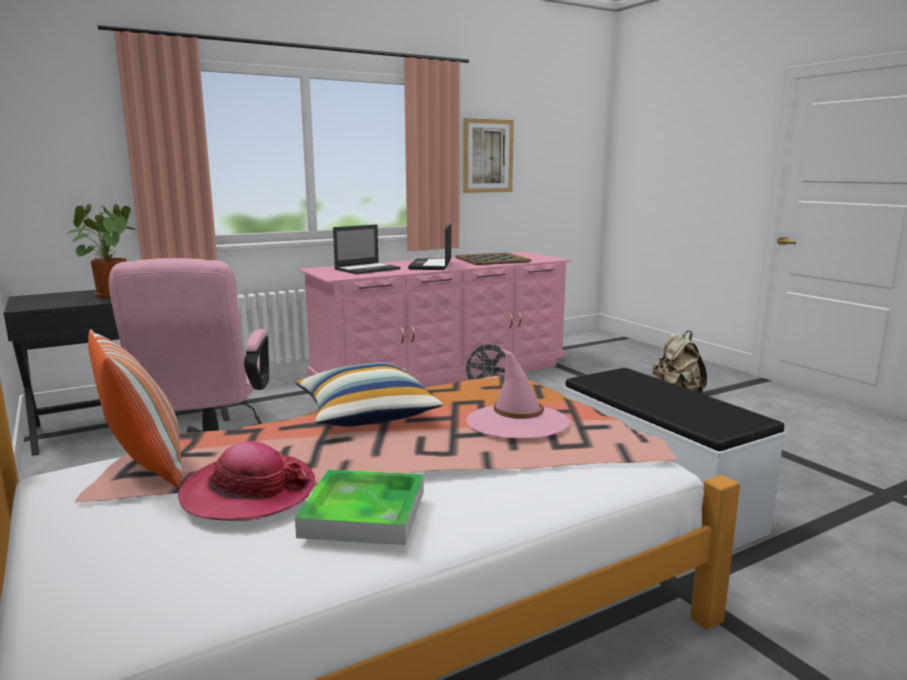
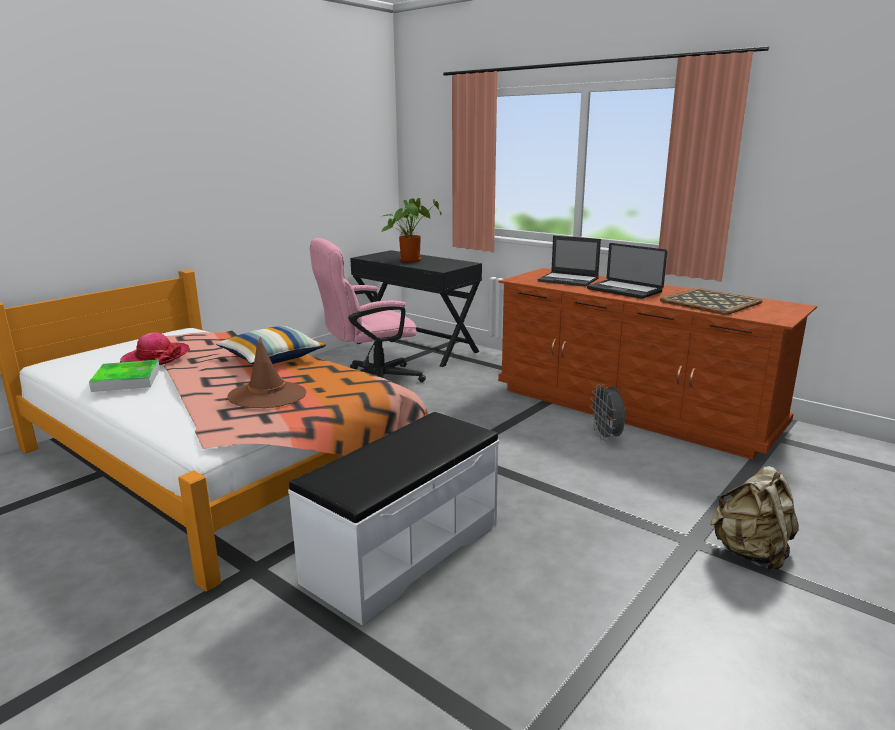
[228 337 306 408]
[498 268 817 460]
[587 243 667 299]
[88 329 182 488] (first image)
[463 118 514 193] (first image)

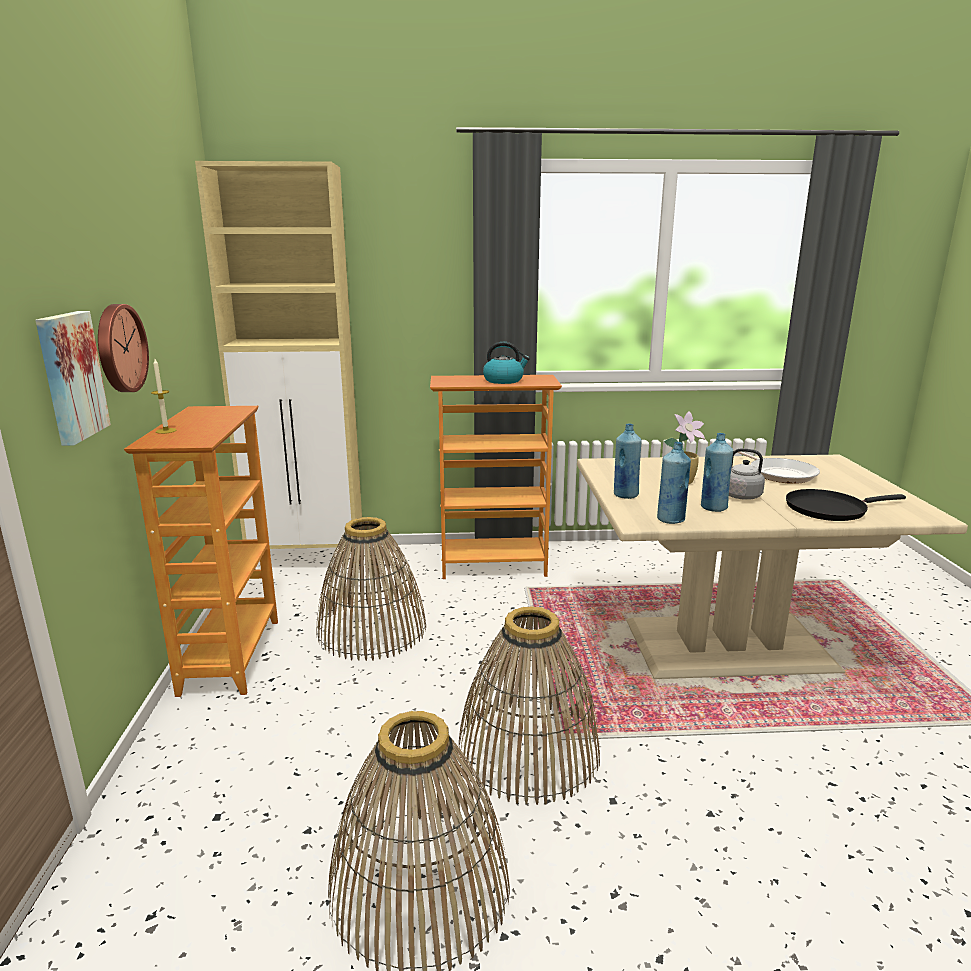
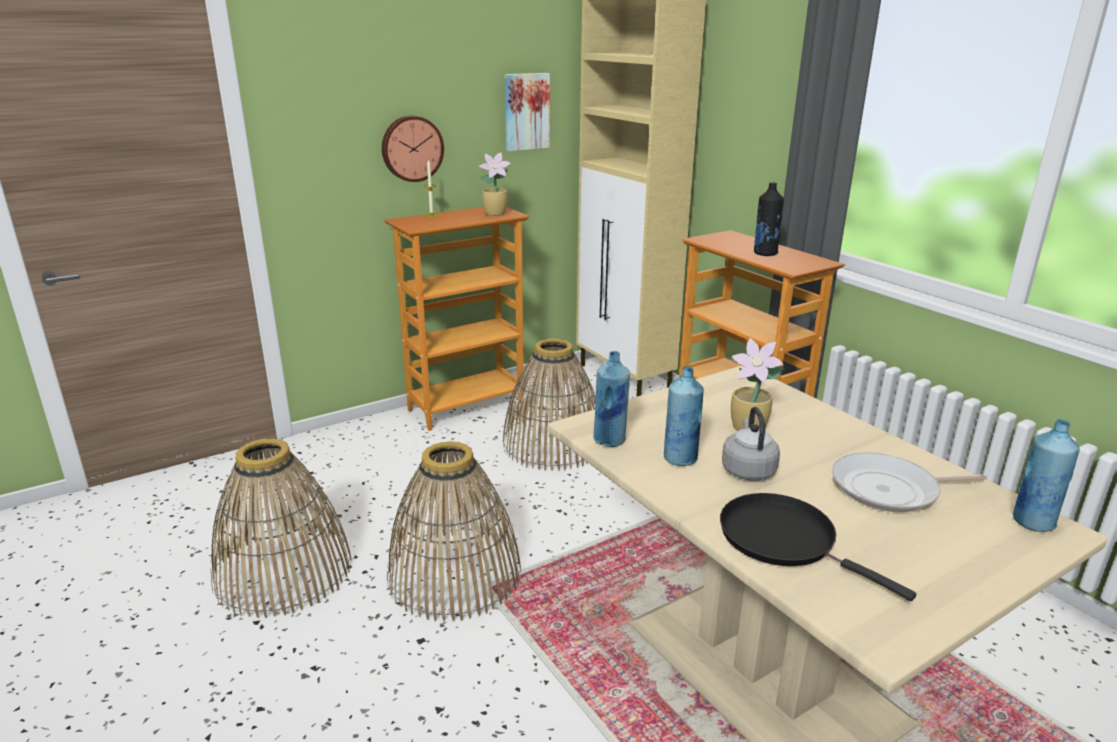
[479 153 511 216]
[505 73 550 151]
[754 182 784 256]
[832 453 987 512]
[1013 419 1080 532]

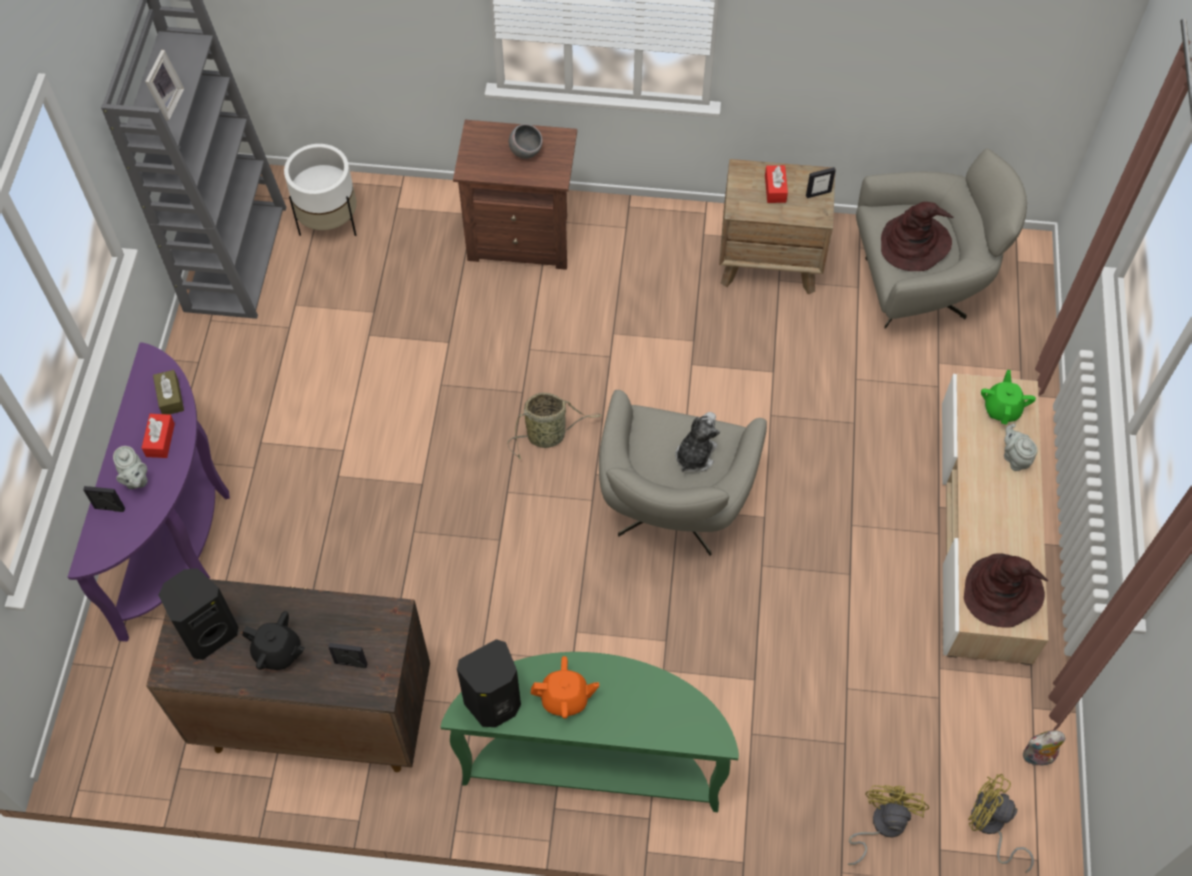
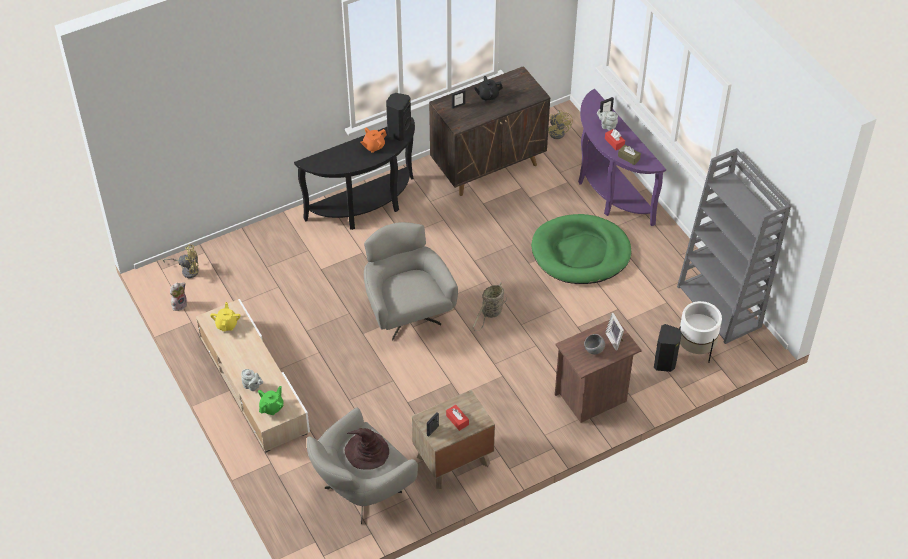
[210 302 240 331]
[258 386 284 415]
[294 117 415 230]
[531 214 632 284]
[548 110 573 139]
[605 313 624 351]
[654 324 682 372]
[675 412 720 472] (first image)

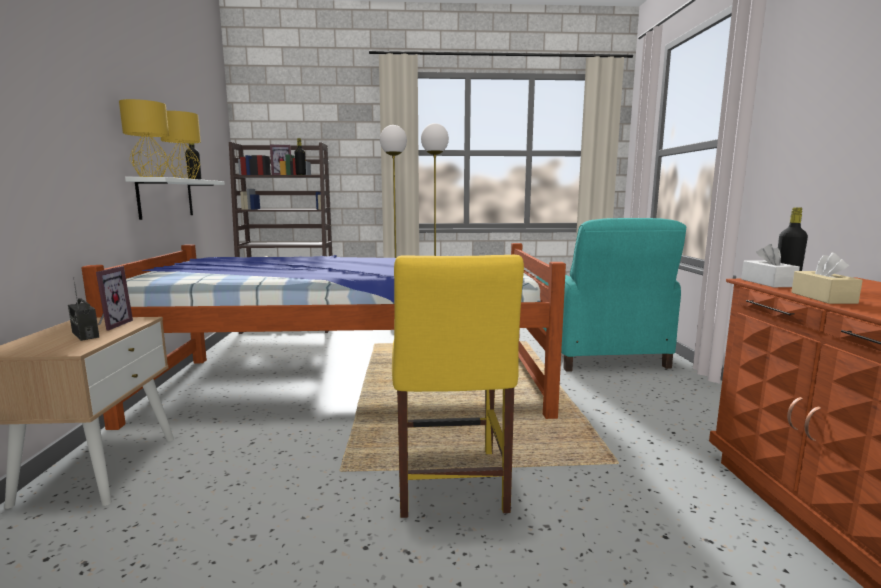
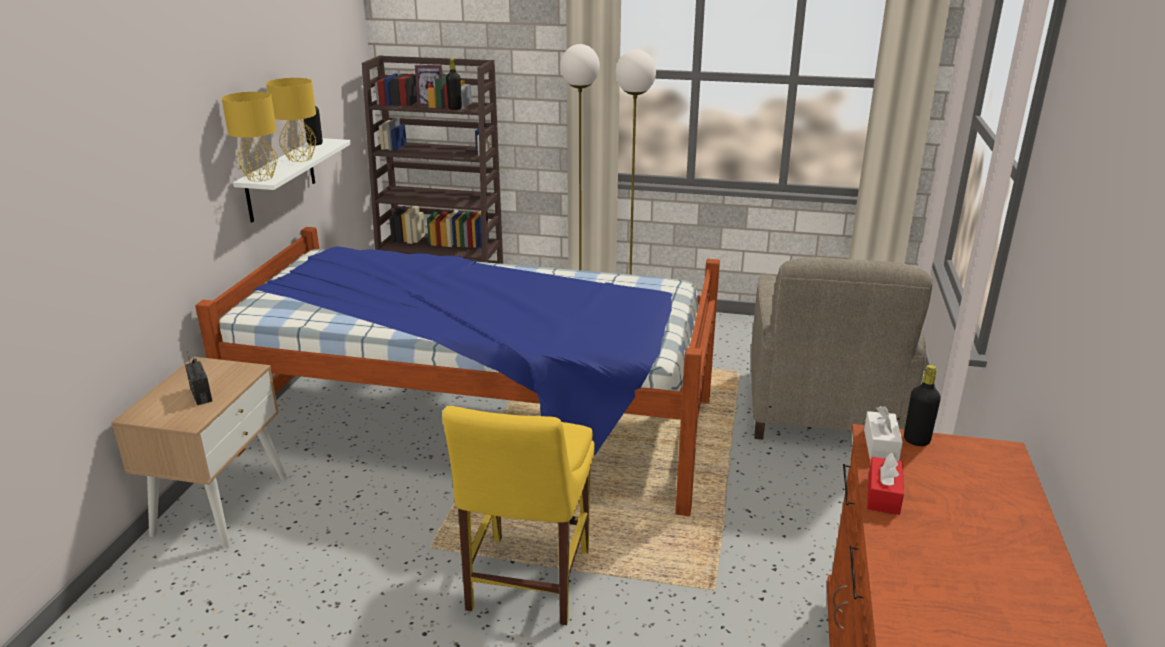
[751 257 933 440]
[867 452 904 515]
[96 266 133 331] (first image)

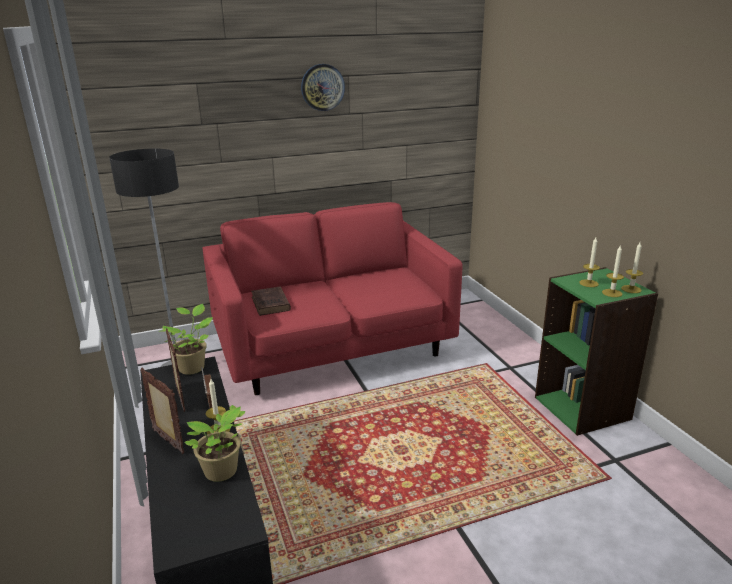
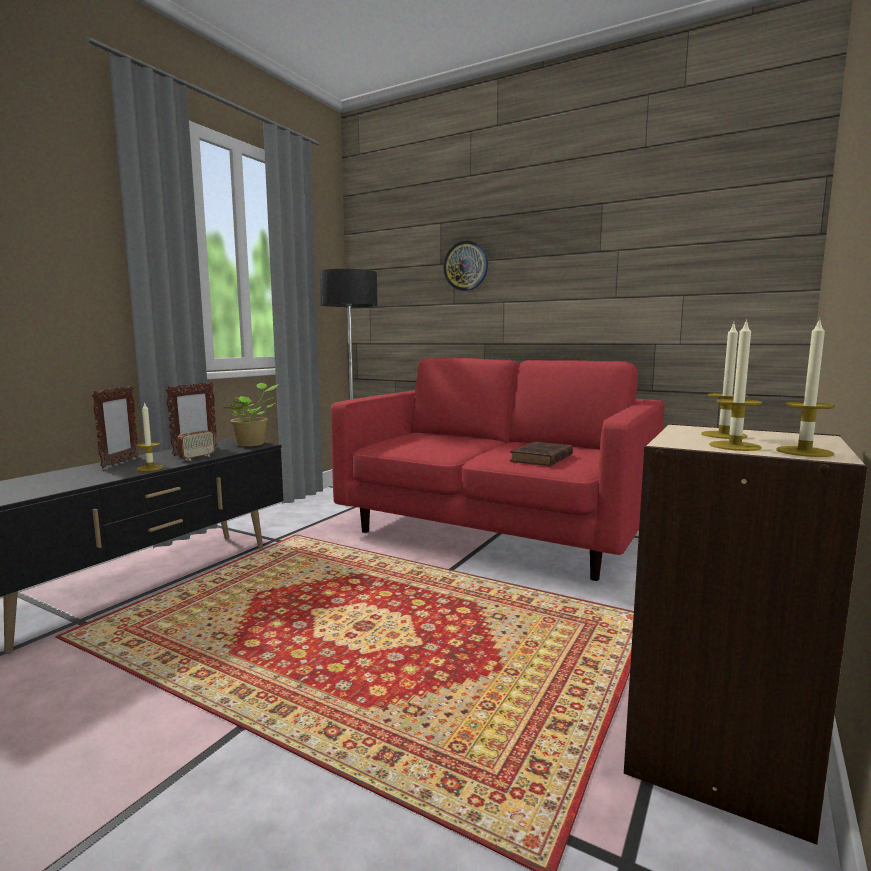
[443 240 488 291]
[510 442 573 466]
[624 423 868 845]
[184 405 246 482] (first image)

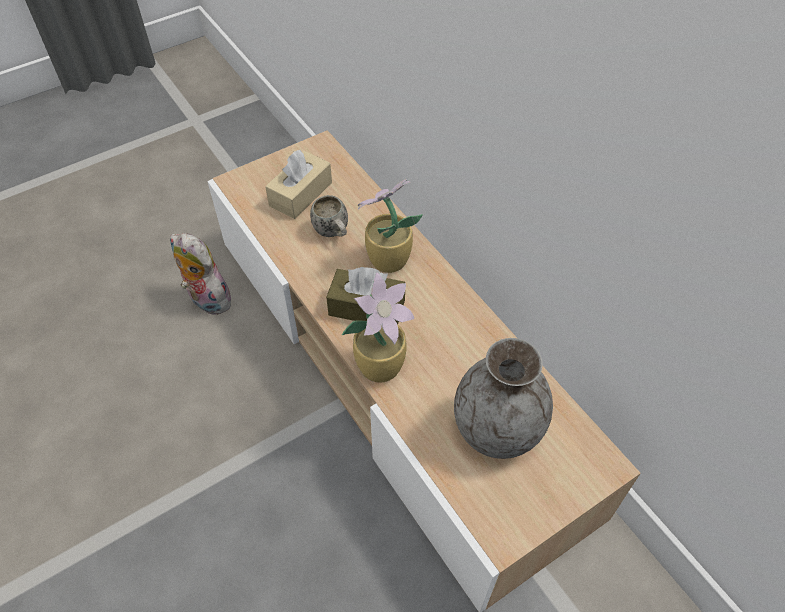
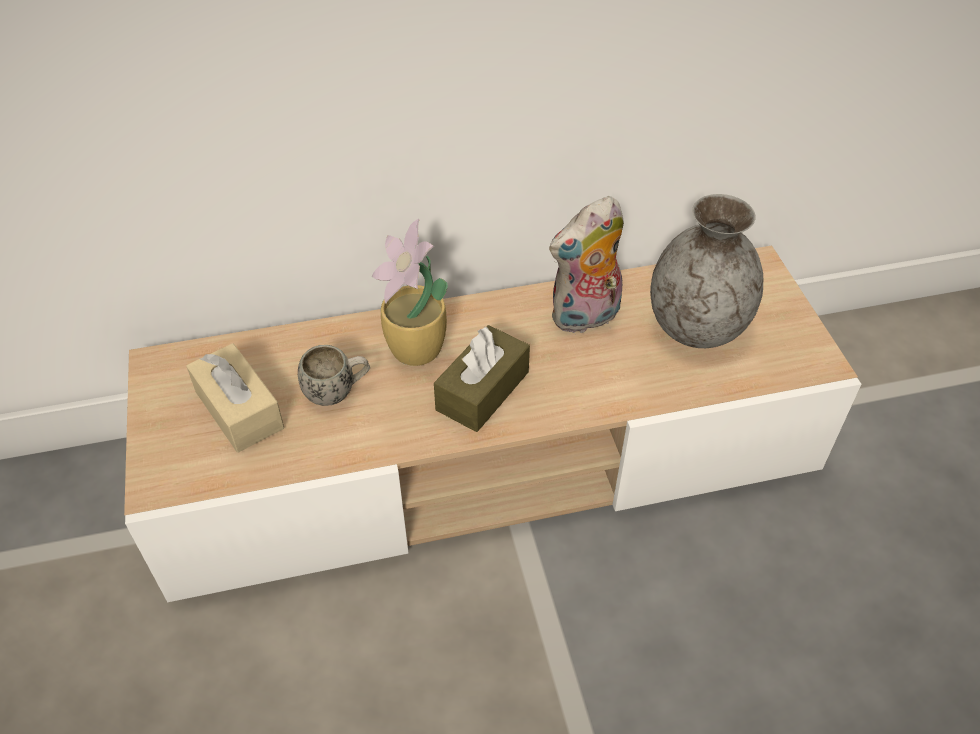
[549 196 624 335]
[342 272 415 383] (first image)

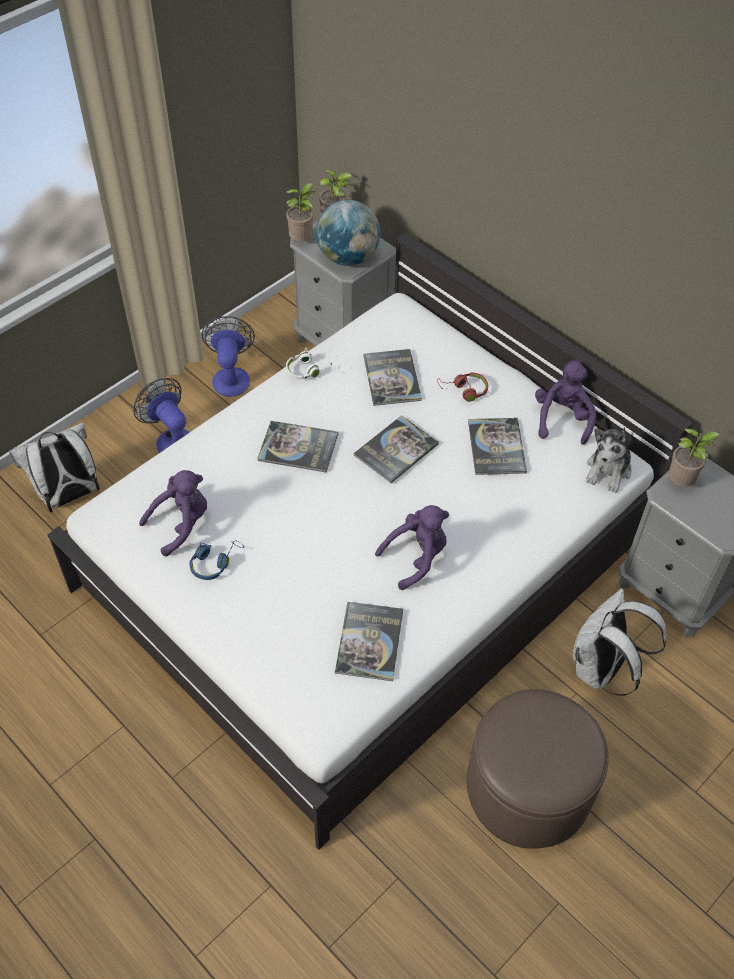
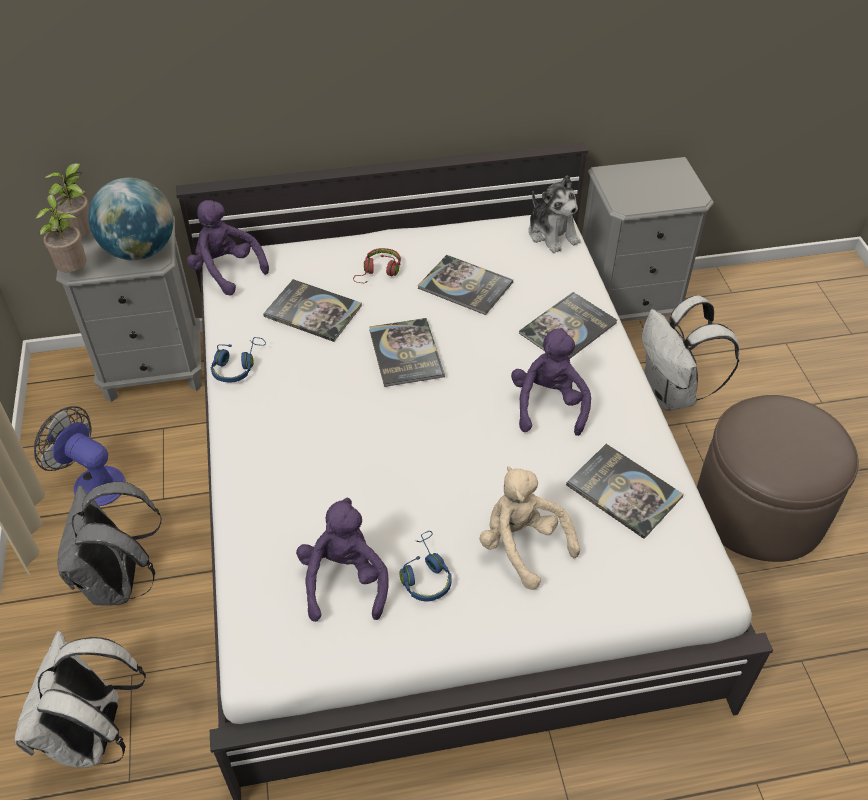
[57 481 162 606]
[187 200 269 296]
[211 337 266 383]
[480 466 580 590]
[519 292 617 359]
[668 428 720 487] (first image)

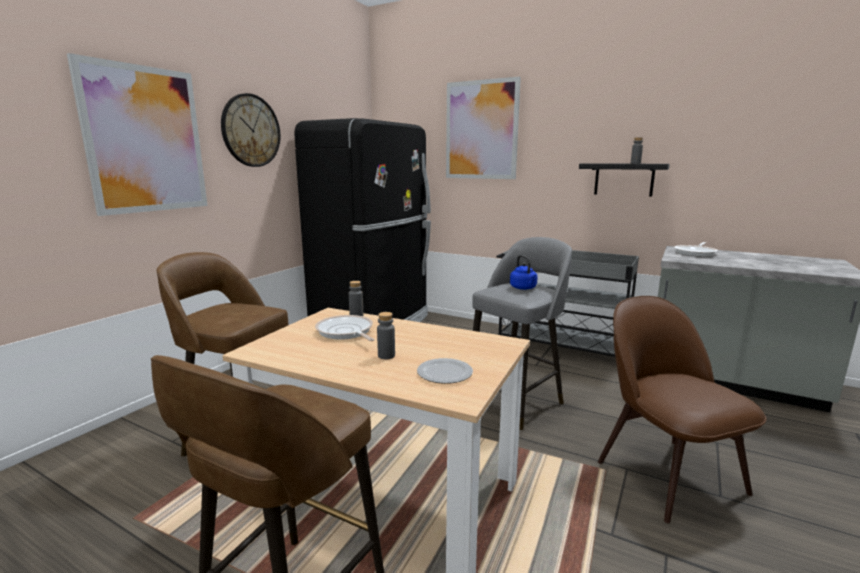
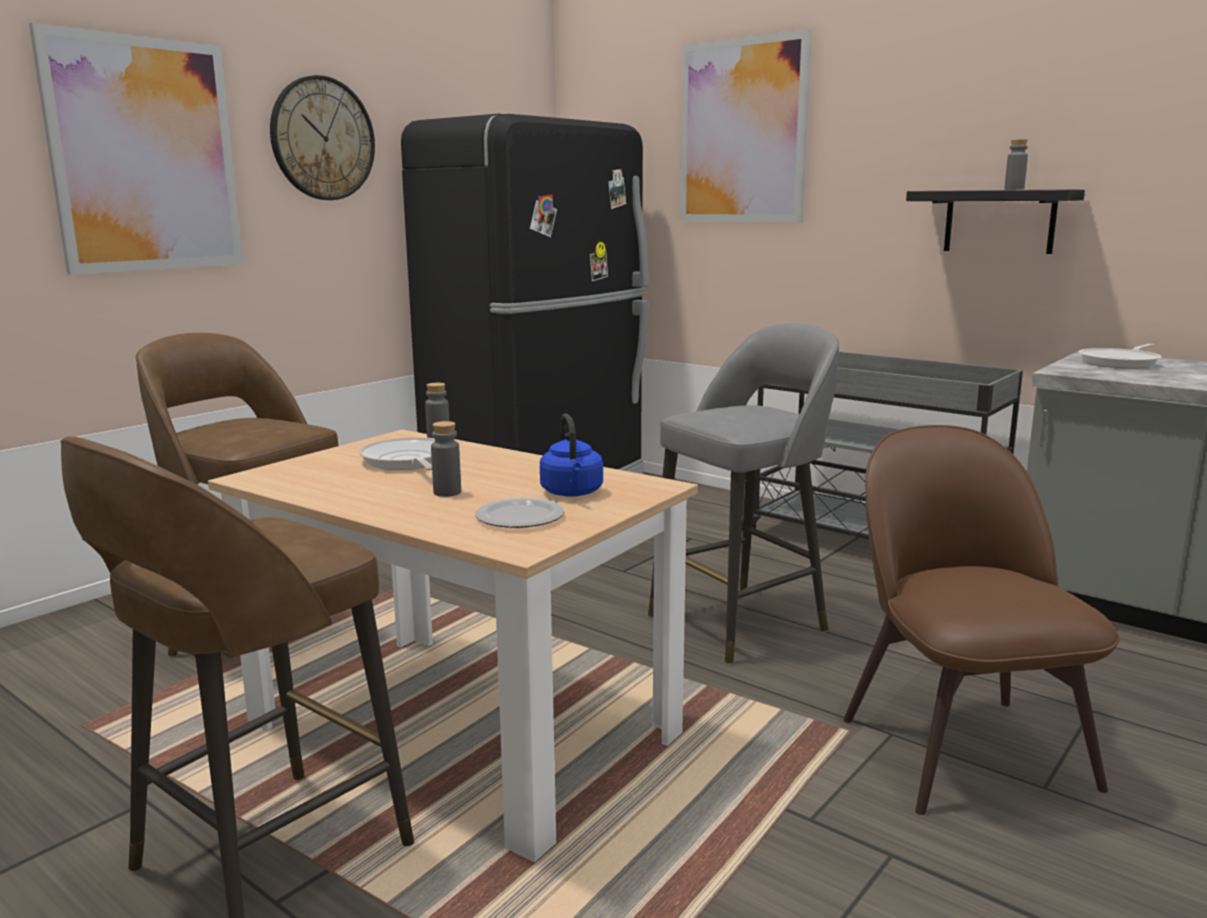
[540 413 603 497]

